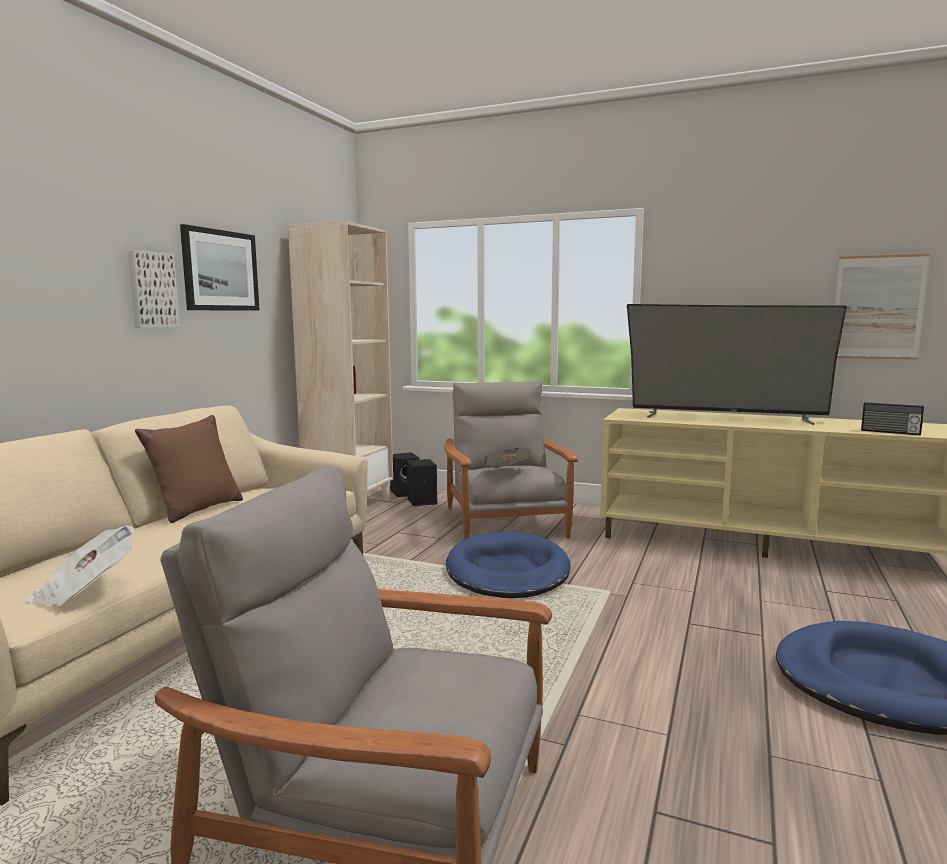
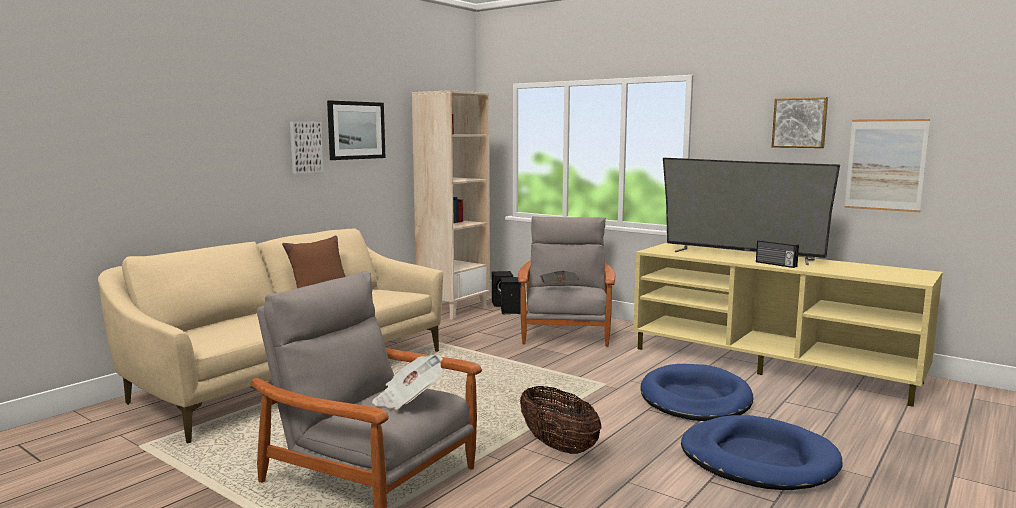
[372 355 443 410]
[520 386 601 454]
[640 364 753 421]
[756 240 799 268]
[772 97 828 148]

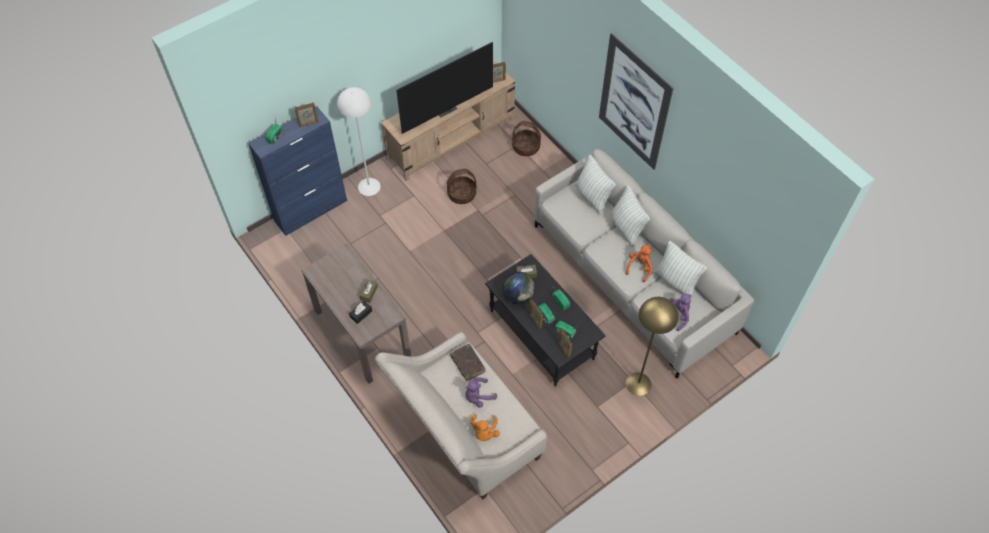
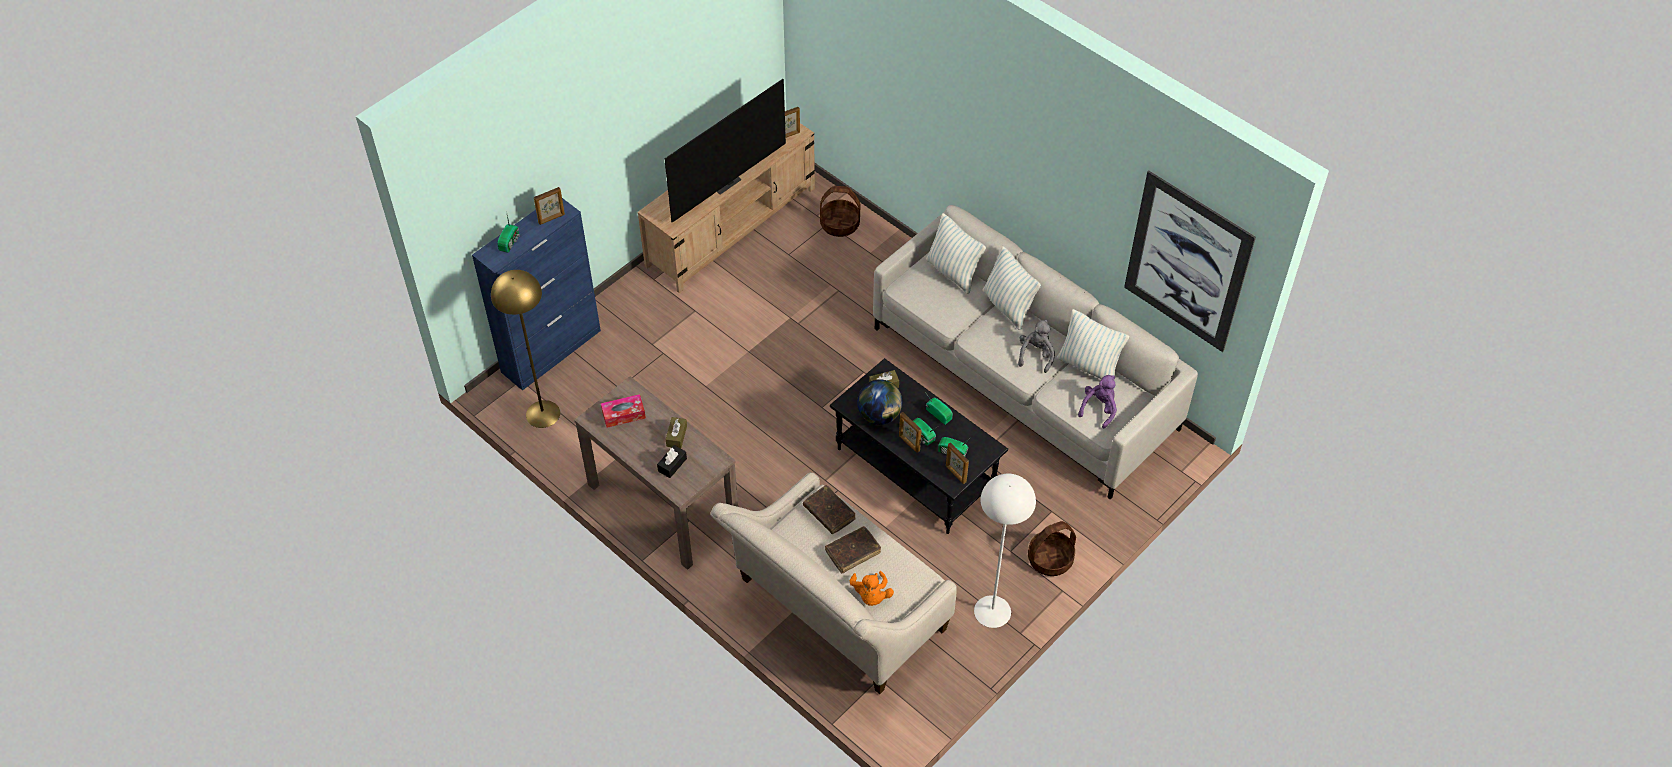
[491 270 560 428]
[601 394 646 428]
[825 526 881 573]
[974 474 1036 628]
[1018 320 1055 373]
[1028 521 1076 576]
[1124 171 1256 352]

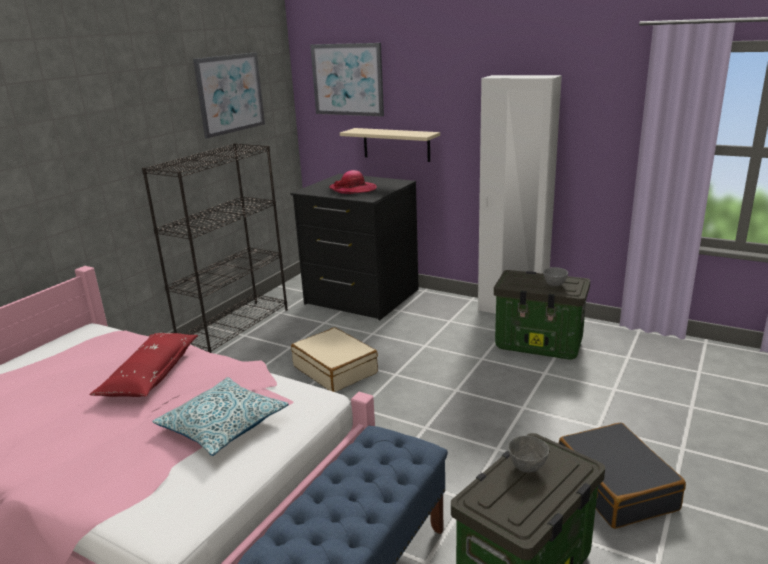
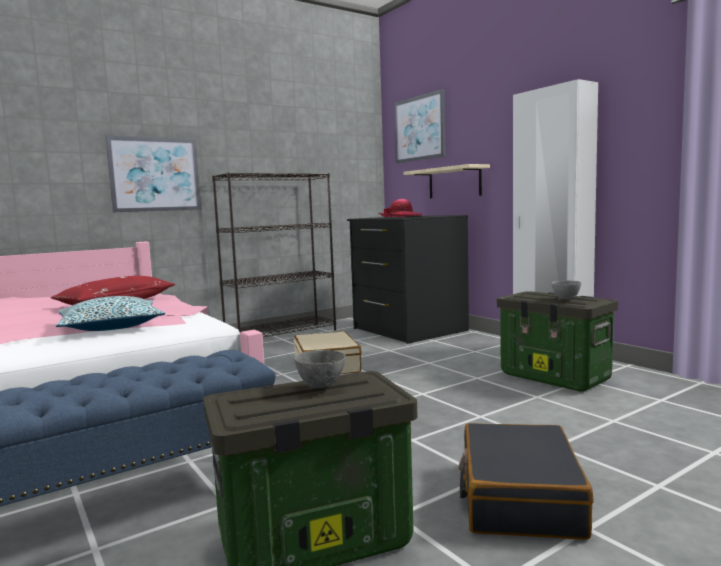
[105 135 201 213]

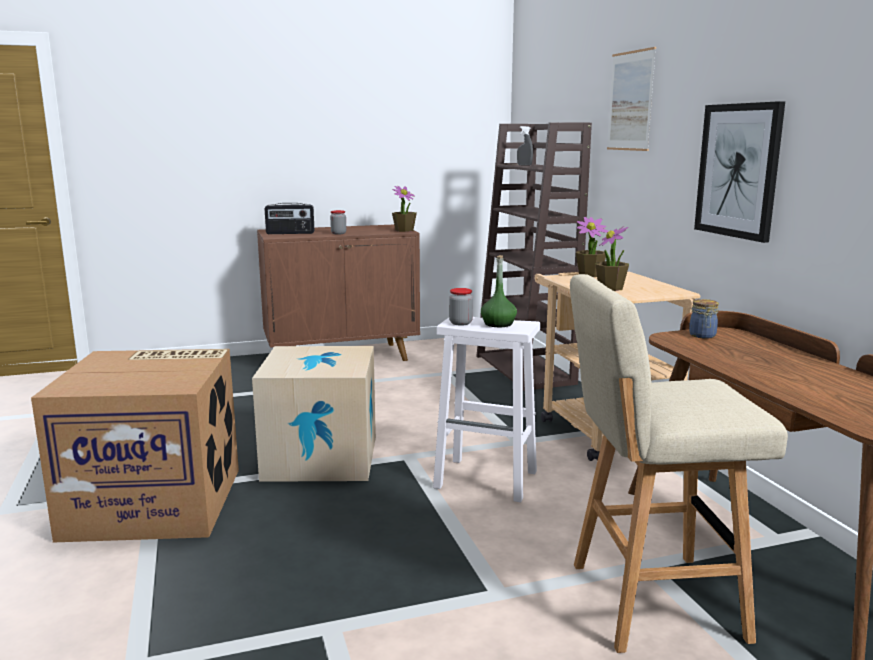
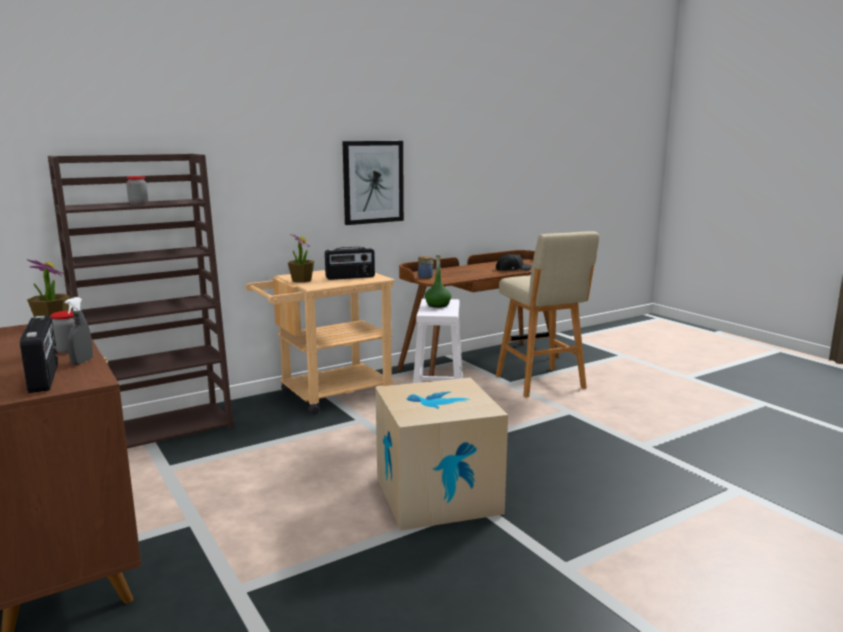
[65 297 93 365]
[126 176 148 205]
[325 247 375 280]
[496 254 532 271]
[31 349 239 543] (first image)
[607 47 656 151] (first image)

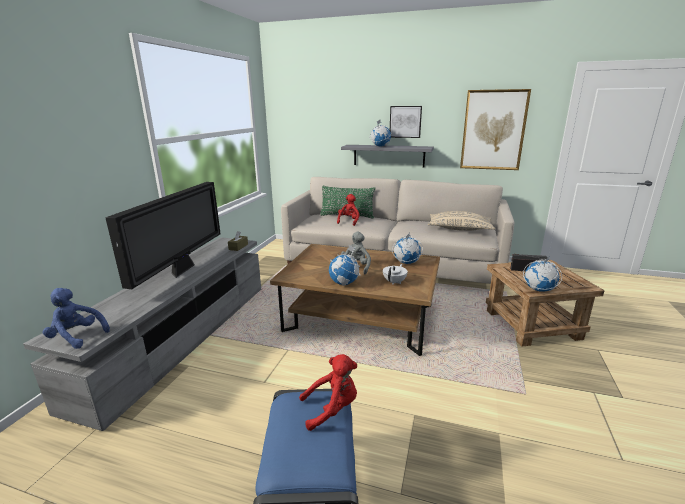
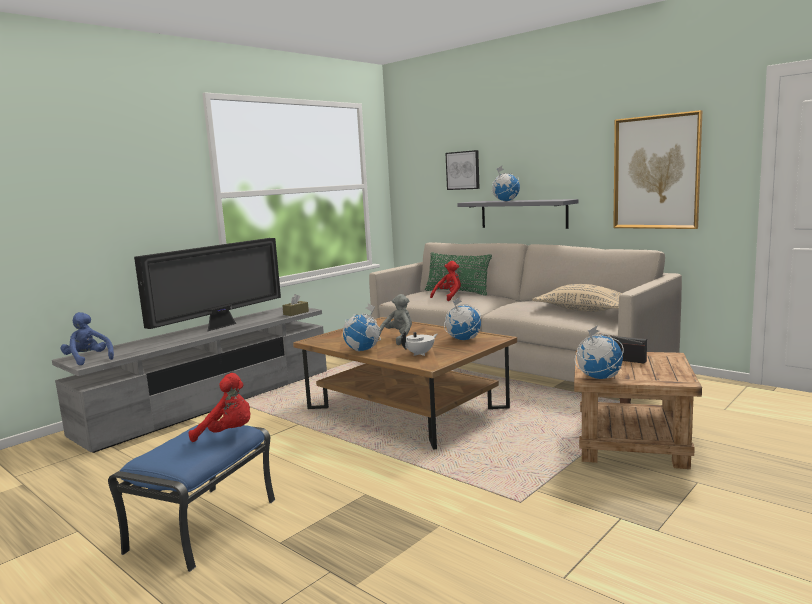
[445 150 480 190]

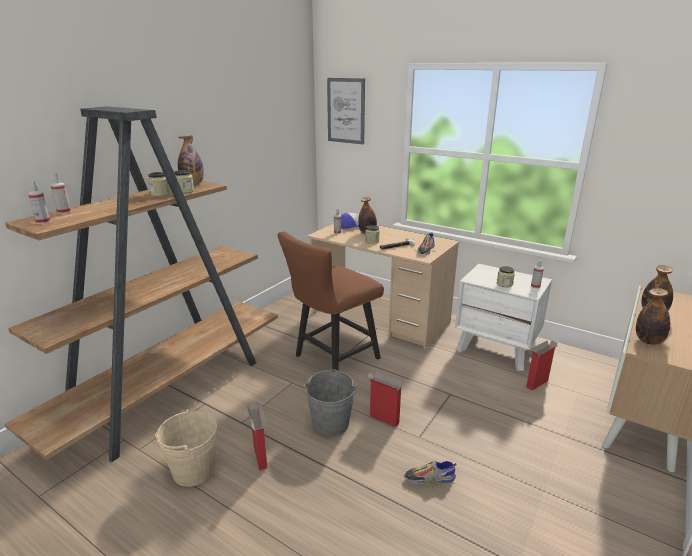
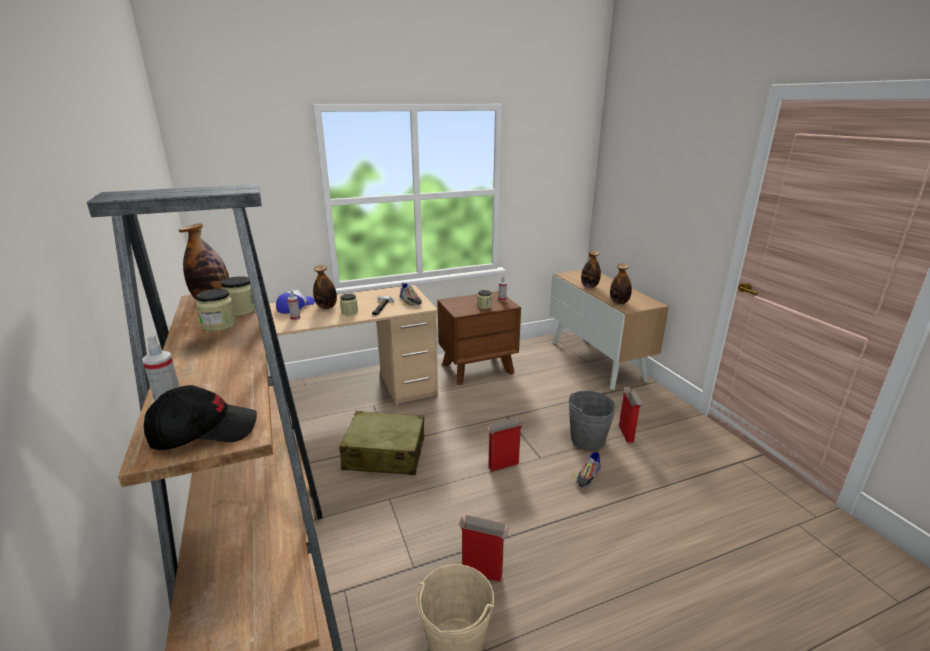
[144 385 257 450]
[339 411 424 475]
[437 291 521 385]
[568 390 617 450]
[619 386 643 442]
[327 78 365 144] (first image)

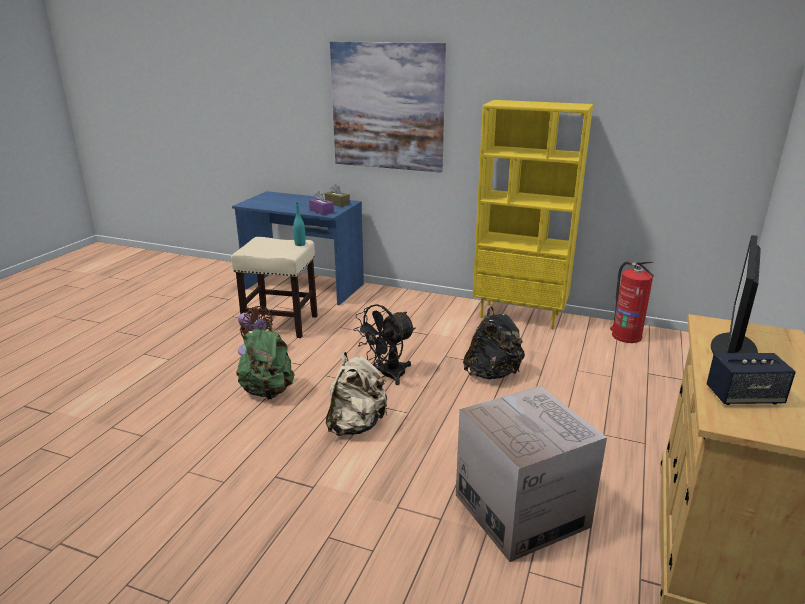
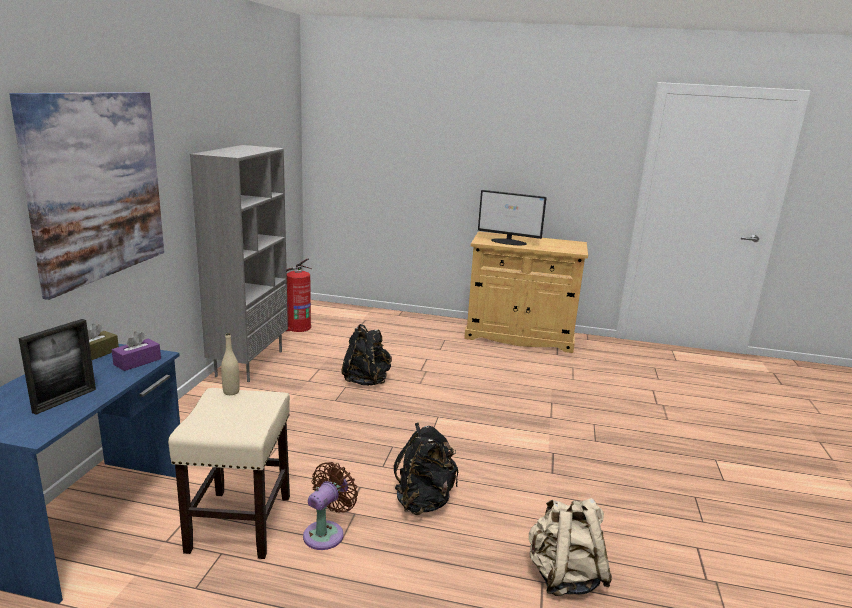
[18 319 96 415]
[190 145 288 382]
[221 333 240 395]
[394 423 458 515]
[529 498 612 596]
[354 304 416 385] (first image)
[456 385 607 562] (first image)
[707 353 796 405] (first image)

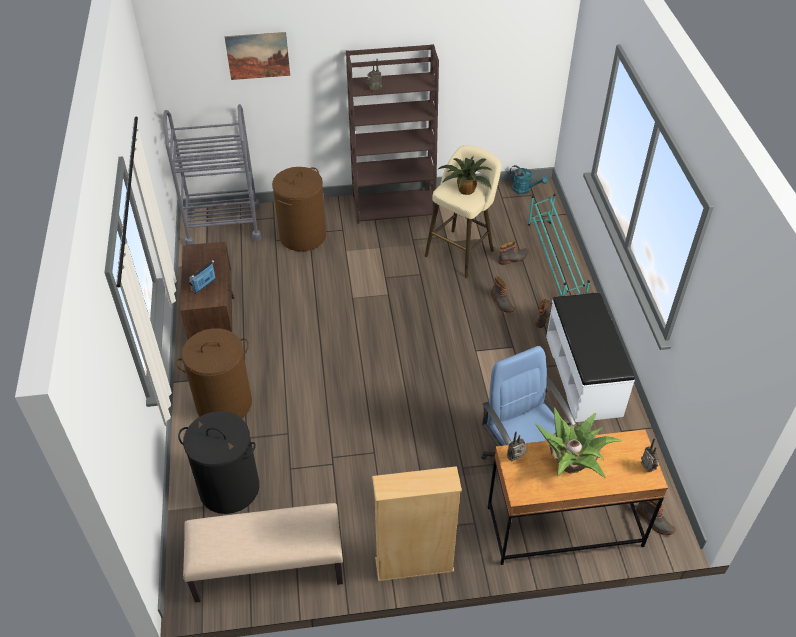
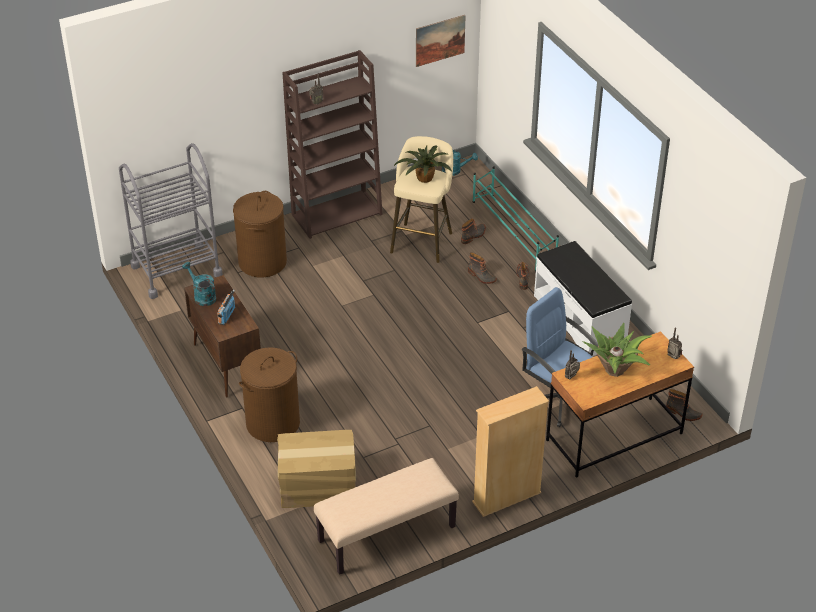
[182 262 216 306]
[277 430 356 508]
[416 15 466 67]

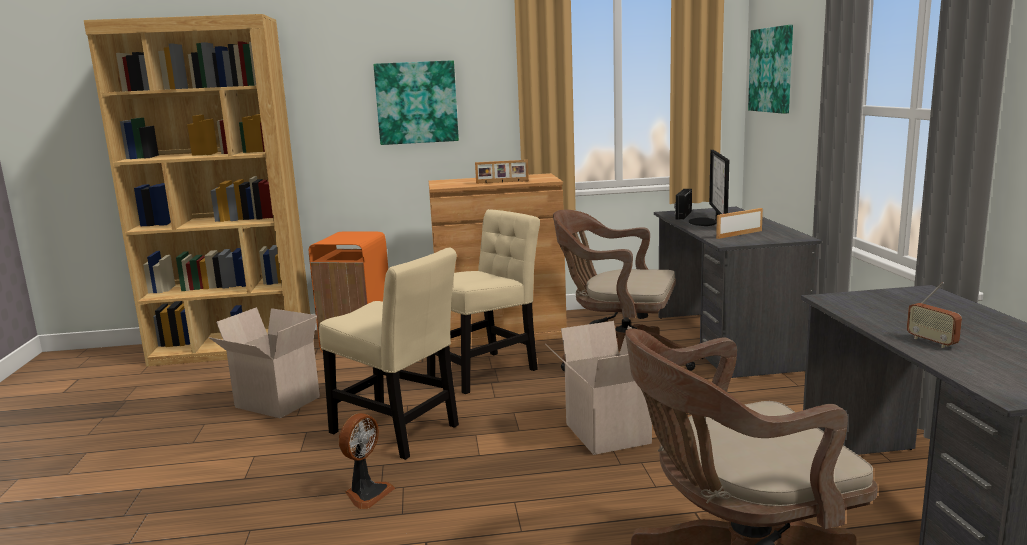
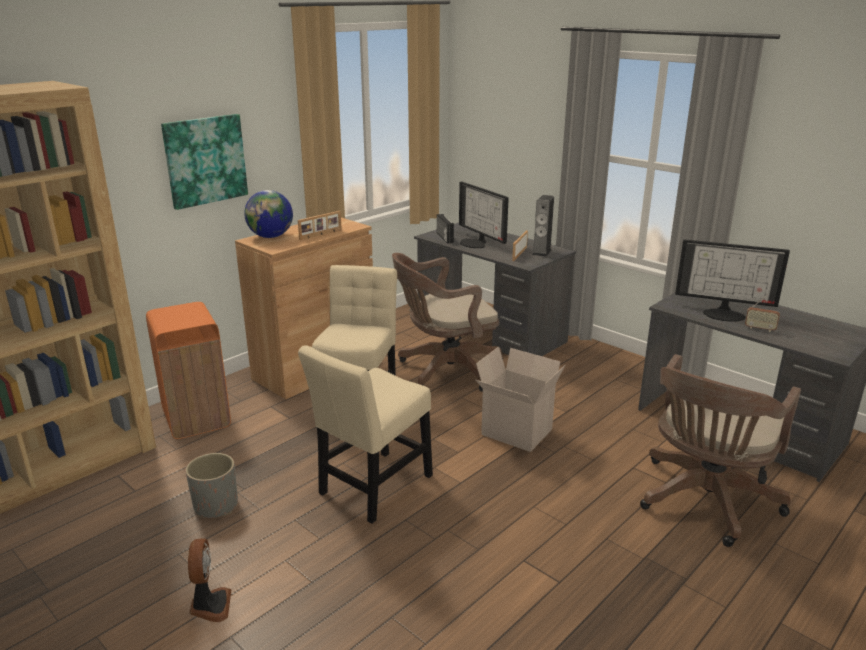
[186 453 238 518]
[188 538 232 622]
[244 190 293 238]
[298 345 433 524]
[532 195 554 257]
[675 239 790 322]
[748 25 793 114] (first image)

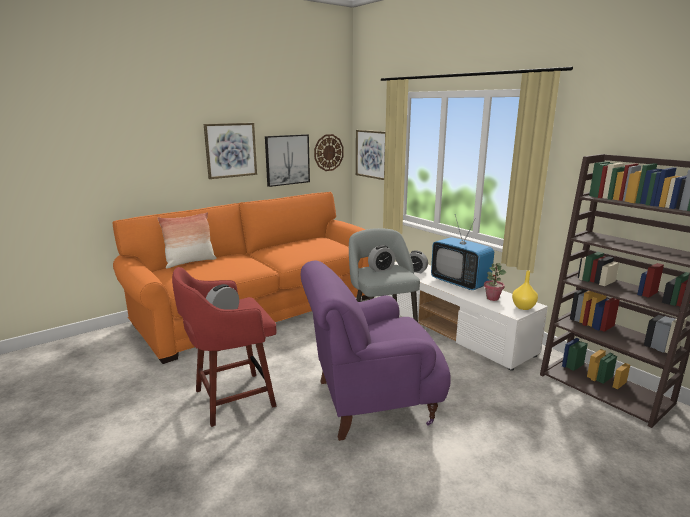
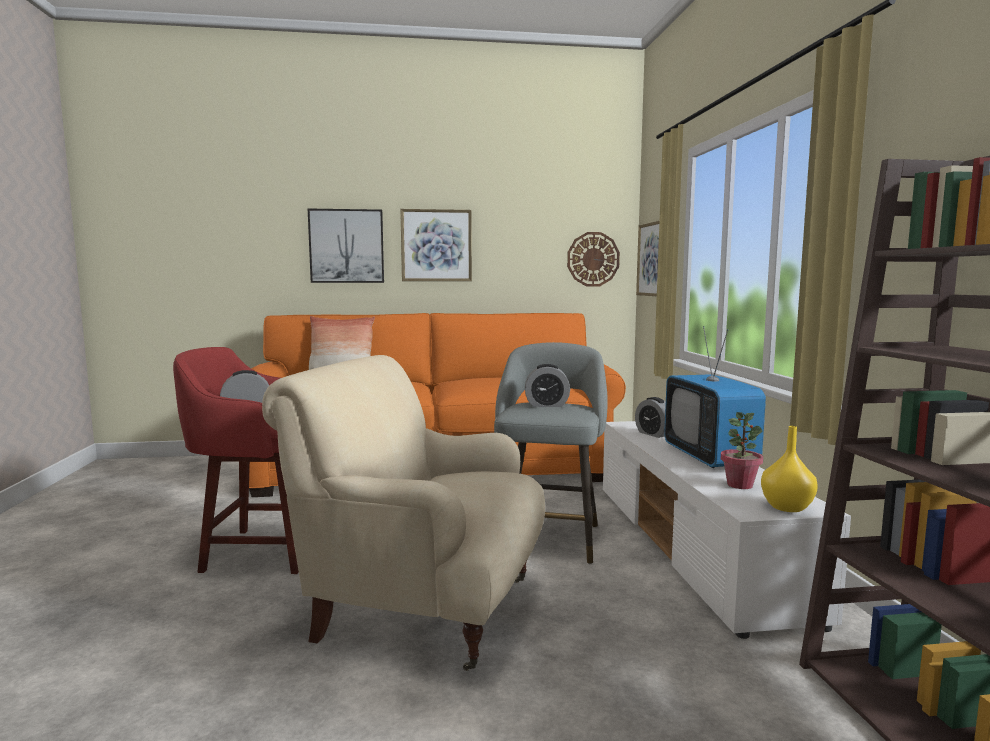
[262 355 545 671]
[308 209 384 283]

